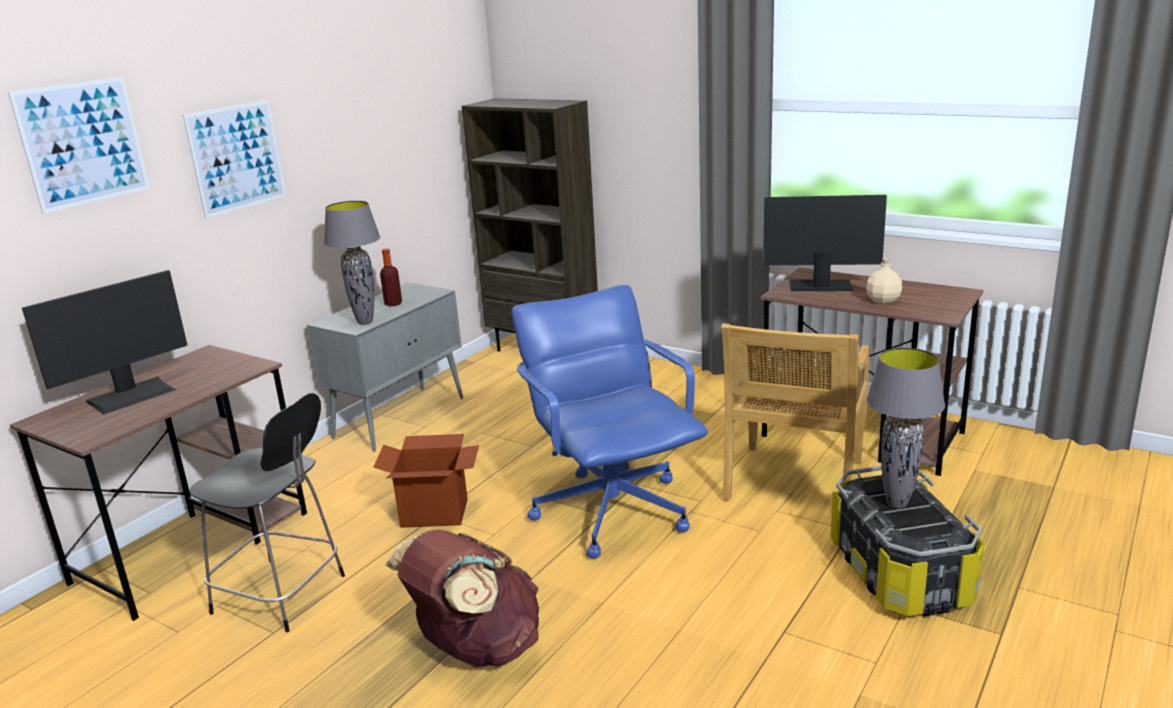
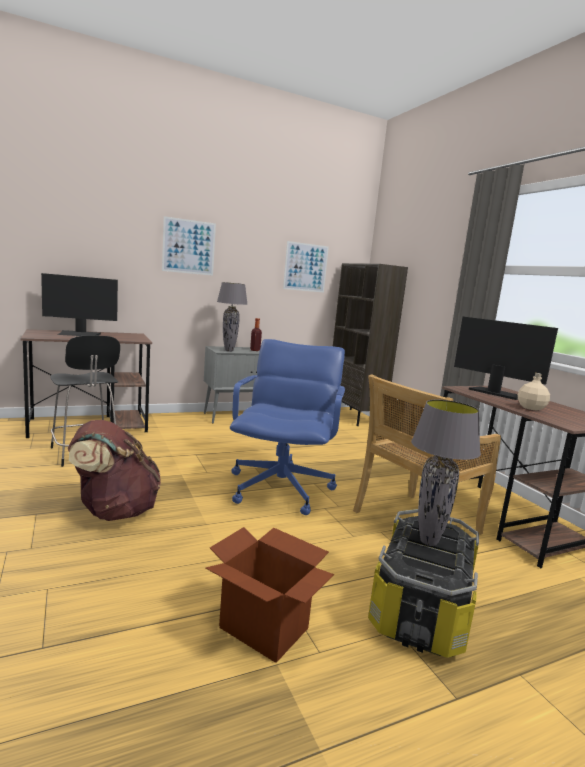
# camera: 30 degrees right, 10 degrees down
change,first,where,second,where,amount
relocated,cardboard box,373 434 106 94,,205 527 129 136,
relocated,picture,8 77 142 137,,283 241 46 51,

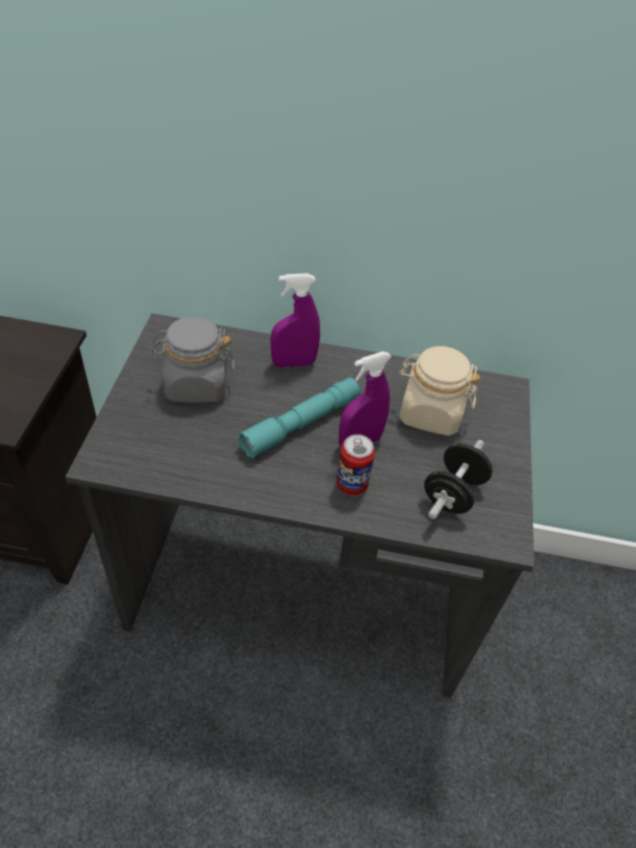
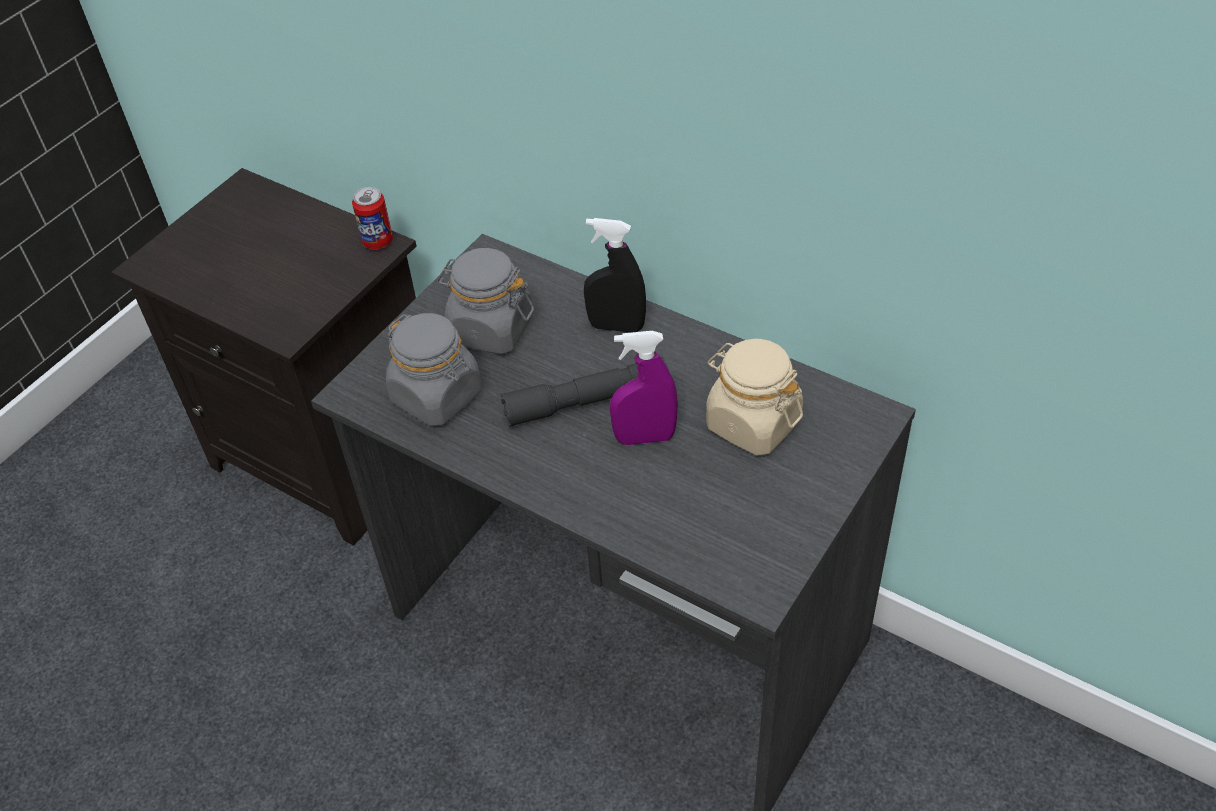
# camera: 30 degrees right, 0 degrees up
change,first,where,second,where,amount
relocated,can,336 434 39 62,,352 187 41 62,
appeared,,,jar/grey,386 313 96 113,
colour,flashlight/turquoise,238 377 122 82,flashlight/grey,500 357 168 70,
colour,spray bottle/purple,270 273 50 95,spray bottle/black,584 218 62 114,
missing,dumbbell/black,424 440 69 79,,,

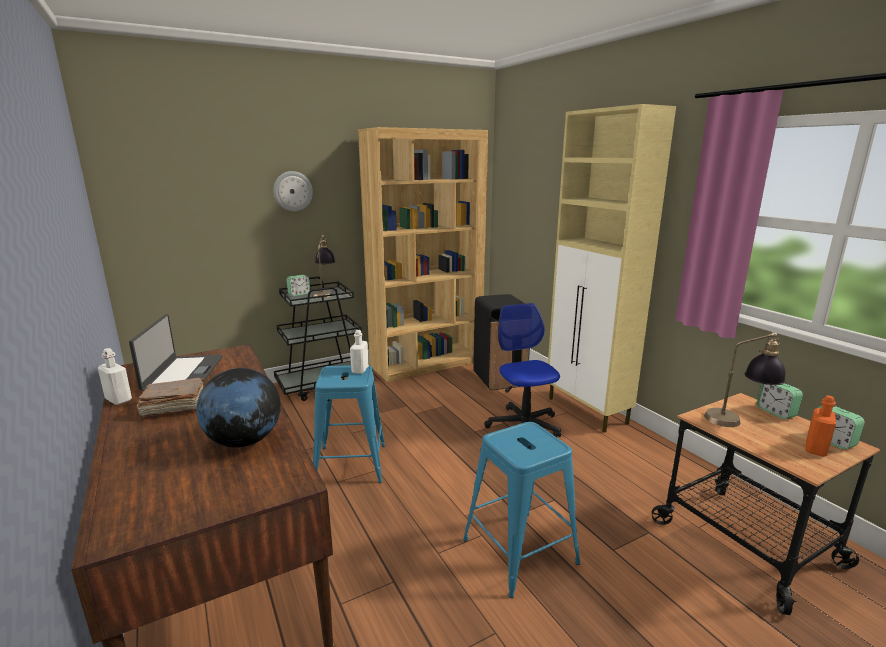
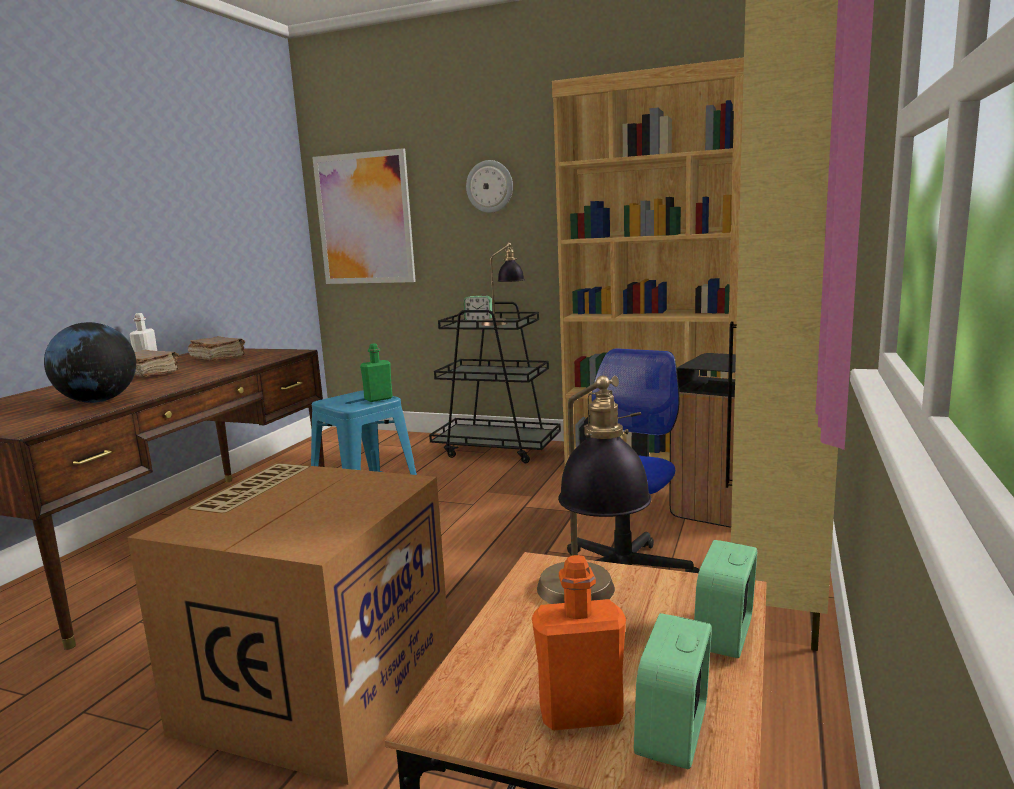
# camera: 50 degrees right, 5 degrees down
change,first,where,second,where,amount
exchanged,stool/blue,463 422 118 176,cardboard box,127 463 323 322,
exchanged,laptop,129 314 94 77,book/brown,188 336 57 25,
appeared,,,picture,312 148 104 136,
colour,bottle/white,350 330 19 44,bottle/green,360 343 33 59,

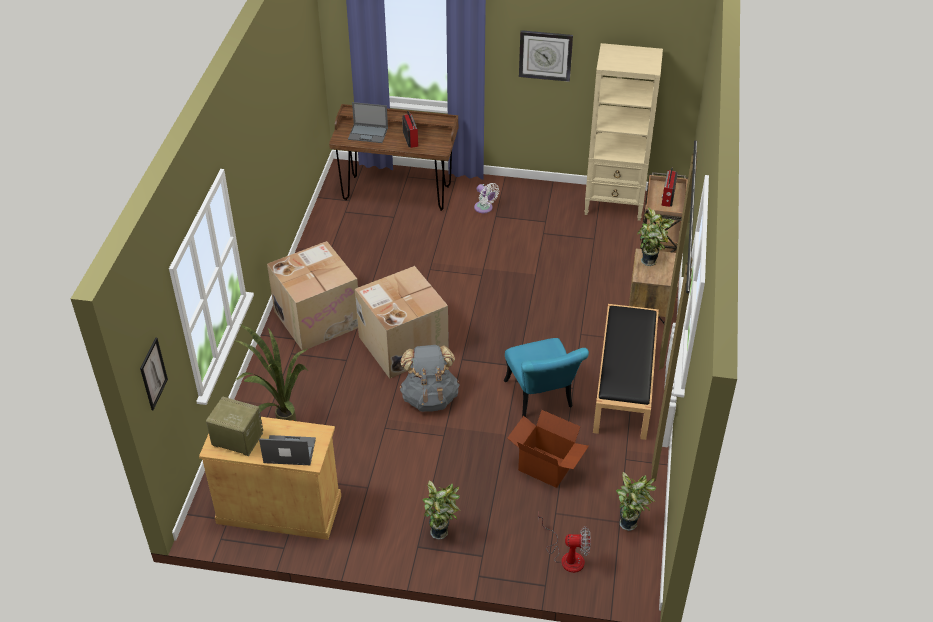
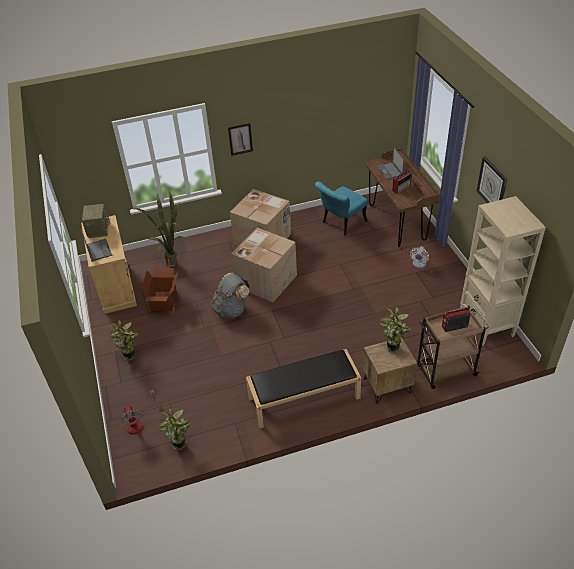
# camera: 65 degrees right, 0 degrees up
change,first,where,second,where,amount
relocated,cardboard box,507 410 82 78,,141 268 37 43,
relocated,picture,140 338 28 72,,228 123 25 33,
relocated,chair/turquoise,504 338 85 79,,315 182 53 54,

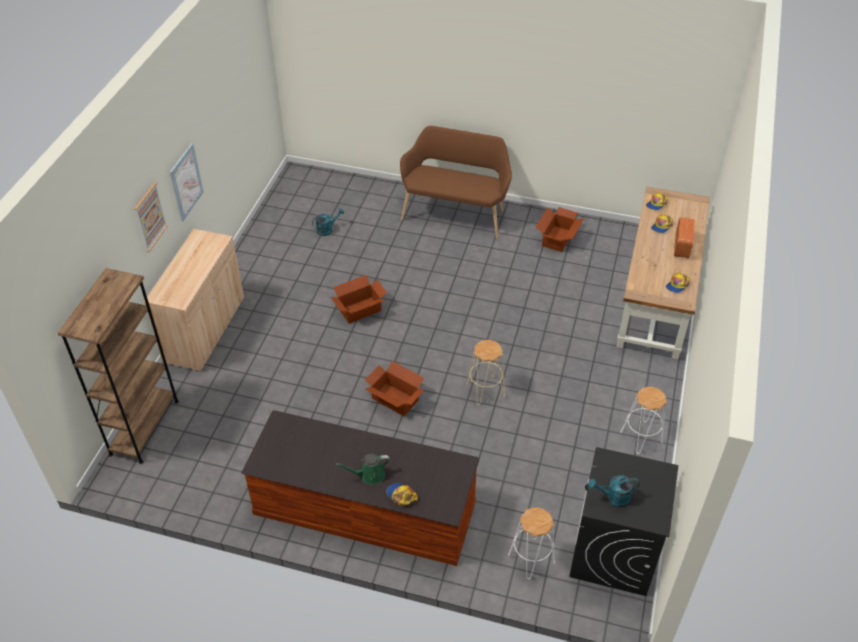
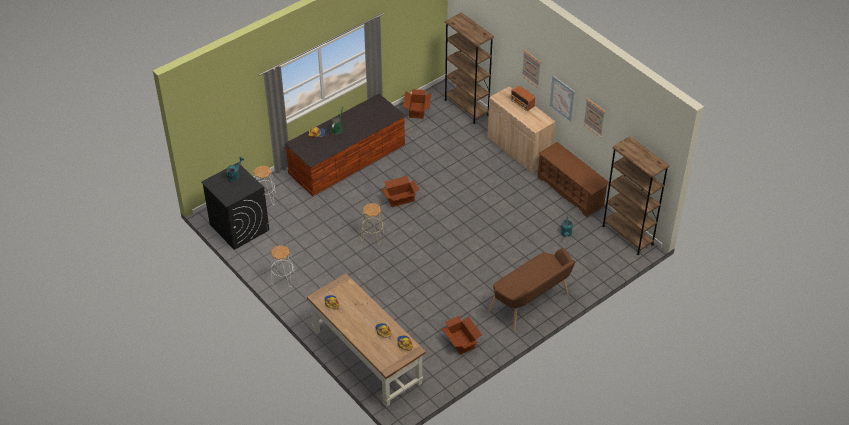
# camera: 125 degrees right, 0 degrees up
change,first,where,second,where,amount
relocated,cardboard box,331 275 56 49,,403 89 29 30,
relocated,radio,674 217 21 41,,511 86 24 25,
appeared,,,shoe rack/brown,538 142 71 76,
appeared,,,picture,583 98 23 40,
appeared,,,bookcase/brown,602 136 68 119,

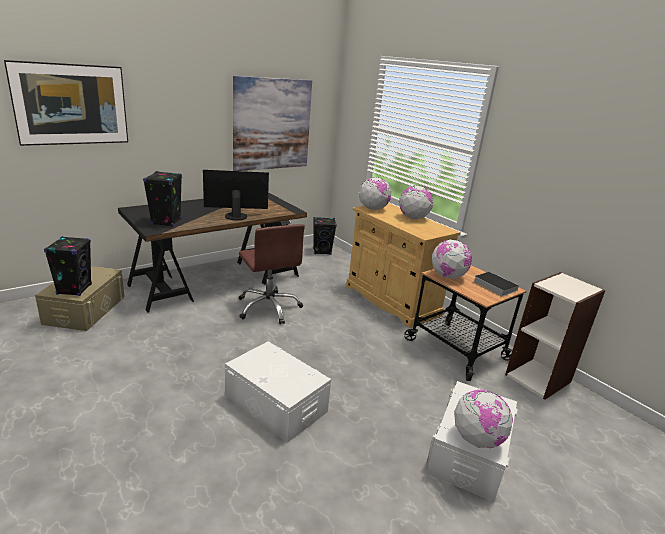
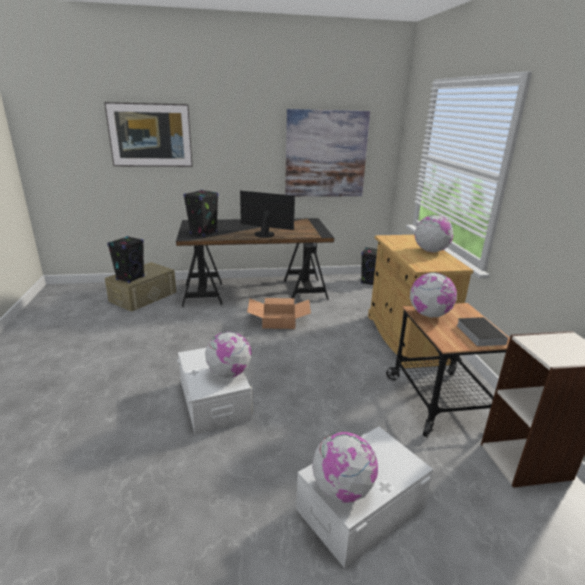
# camera: 30 degrees right, 0 degrees up
change,first,where,second,where,amount
relocated,globe,359 177 32 33,,205 331 46 47,
exchanged,office chair/brown,239 224 66 100,cardboard box,247 298 64 31,

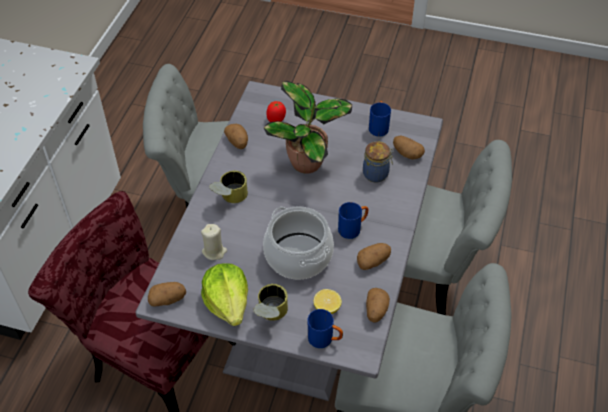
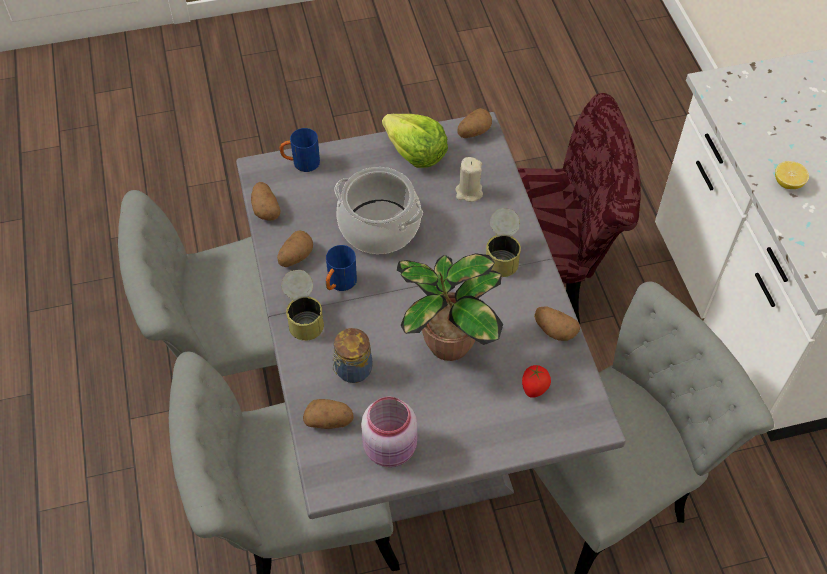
# camera: 150 degrees right, 5 degrees up
change,first,where,second,where,amount
relocated,can,254 284 34 37,,281 270 43 71,
exchanged,mug/blue,369 101 22 36,jar/pink,361 397 56 70,
relocated,lemon,314 289 28 25,,775 161 34 28,

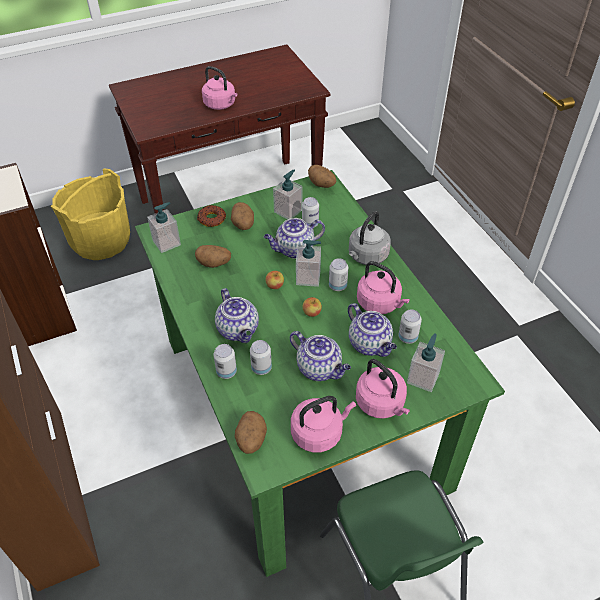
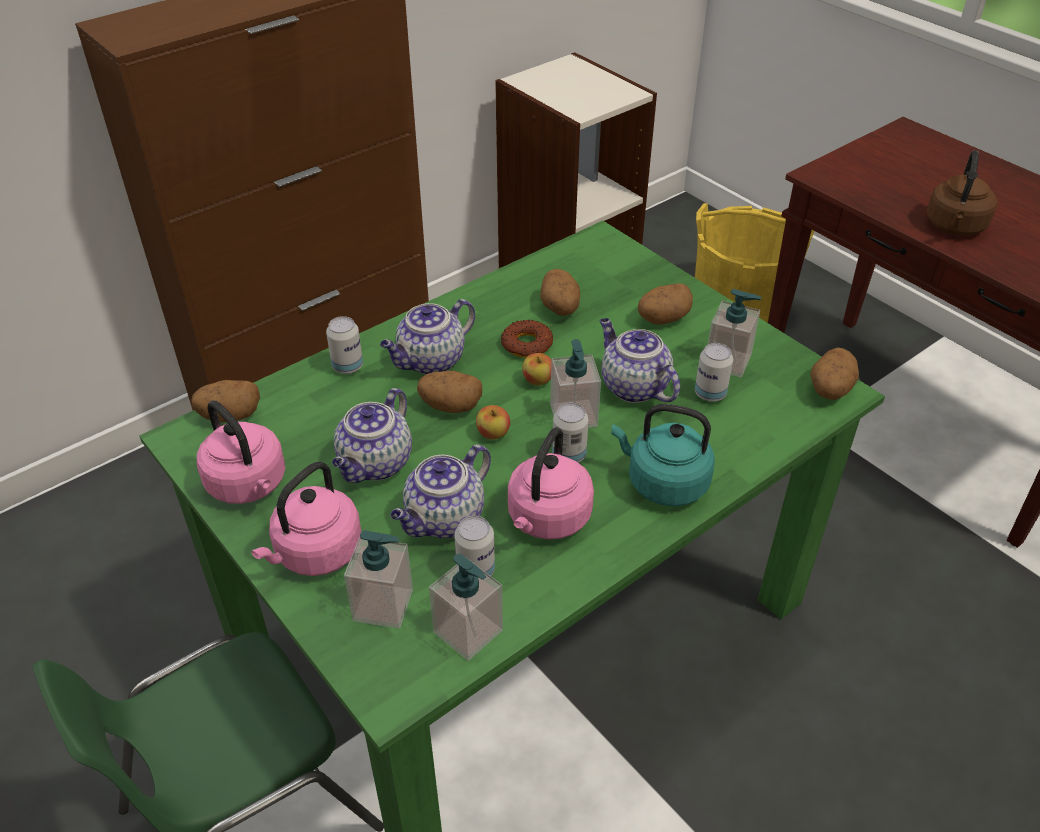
# camera: 75 degrees right, 5 degrees down
change,first,where,second,where,amount
appeared,,,potato,417 371 65 42,
relocated,soap dispenser,147 202 34 51,,429 554 74 107,
relocated,donut,197 205 29 22,,501 320 52 38,
colour,kettle/grey,349 211 42 54,kettle/turquoise,612 404 103 102,
colour,kettle/pink,202 66 35 44,kettle/brown,927 150 70 86,
missing,can,250 340 22 35,,,

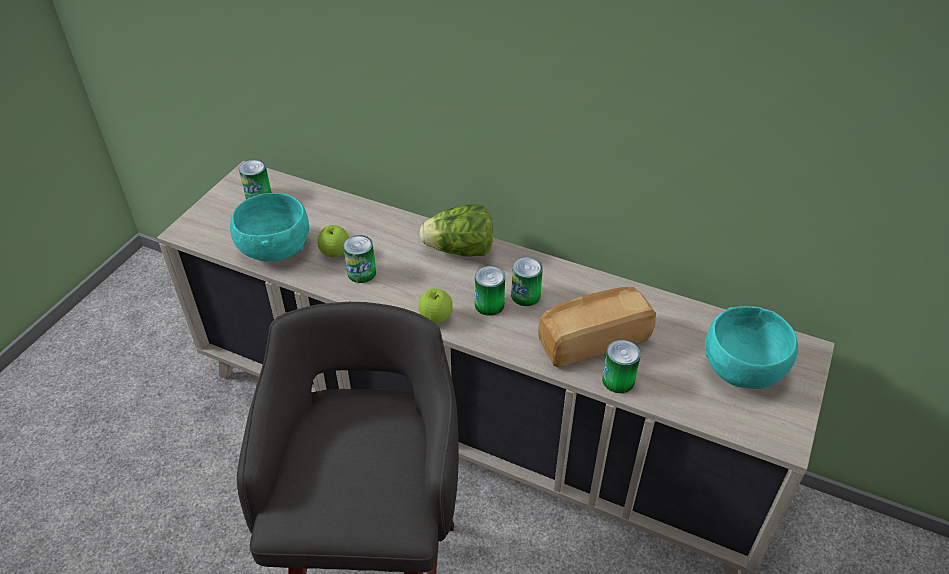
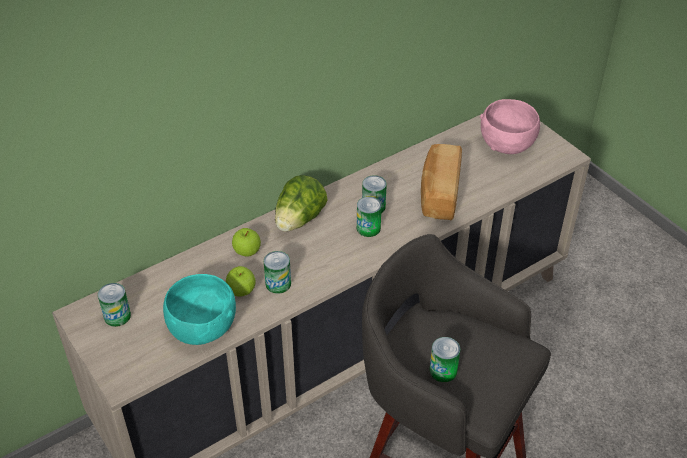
# camera: 60 degrees left, 0 degrees up
change,first,where,second,where,amount
relocated,apple,419 288 34 36,,232 228 29 29,
relocated,can,602 340 39 53,,430 337 30 45,
colour,bowl/turquoise,705 306 93 83,bowl/pink,480 99 60 55,

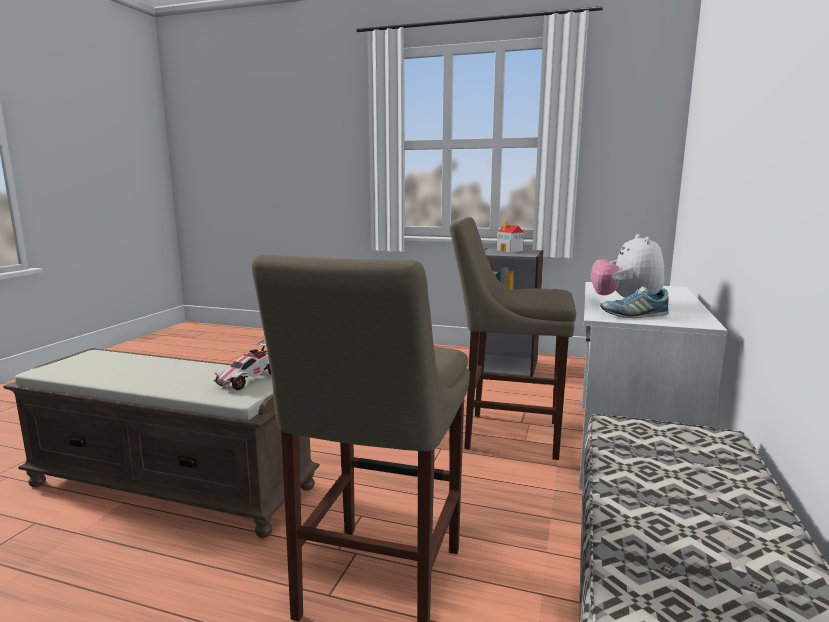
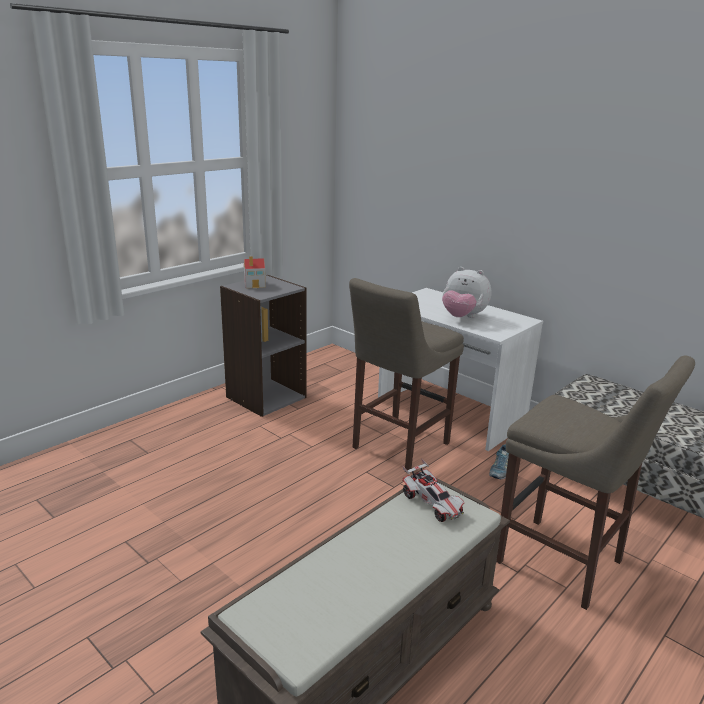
# camera: 65 degrees left, 10 degrees up
change,first,where,second,where,amount
relocated,shoe,600 286 69 32,,489 444 20 35,

